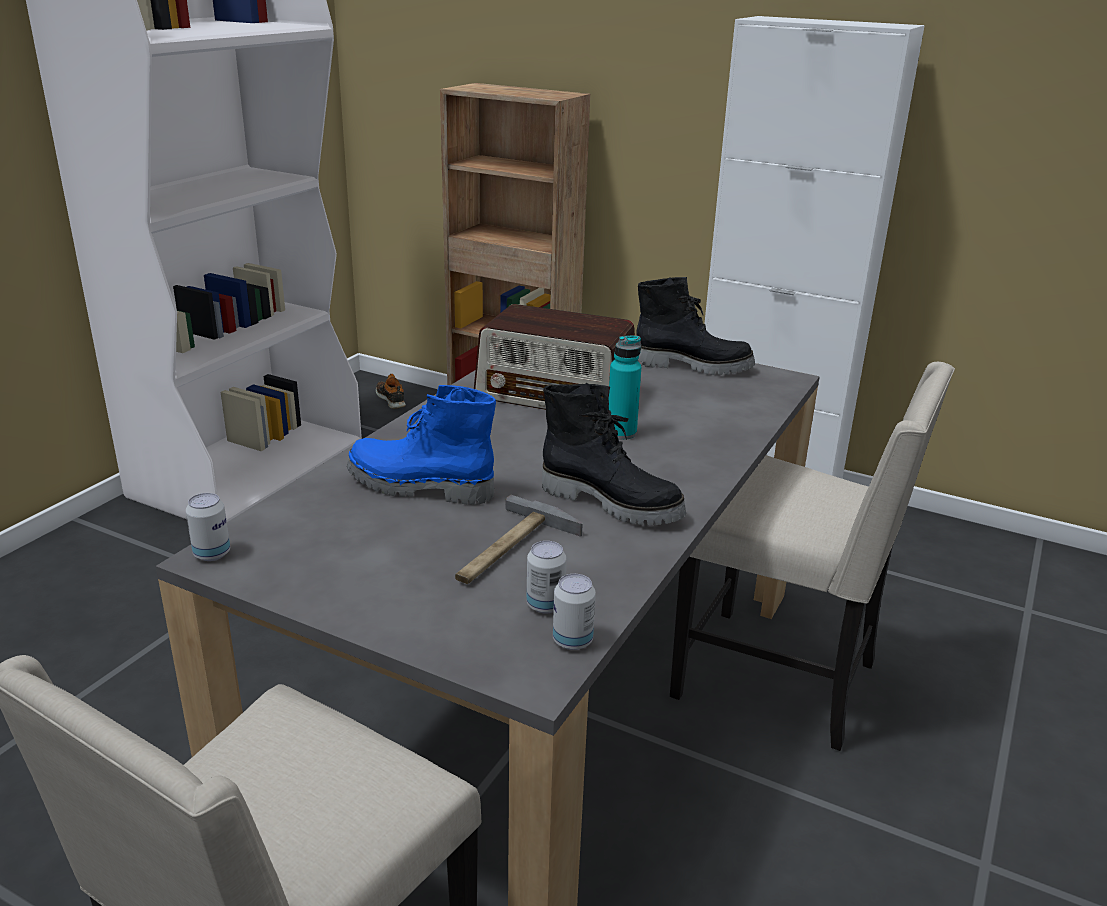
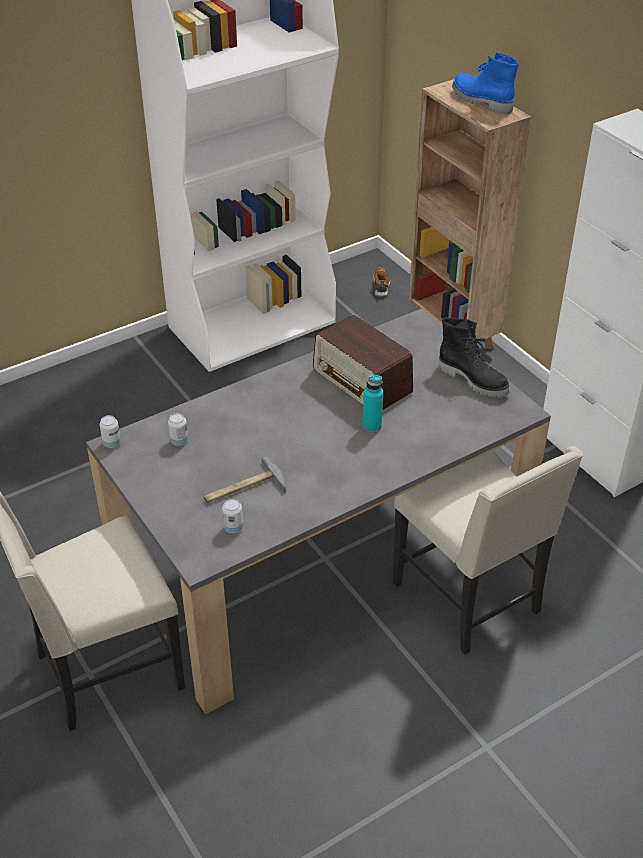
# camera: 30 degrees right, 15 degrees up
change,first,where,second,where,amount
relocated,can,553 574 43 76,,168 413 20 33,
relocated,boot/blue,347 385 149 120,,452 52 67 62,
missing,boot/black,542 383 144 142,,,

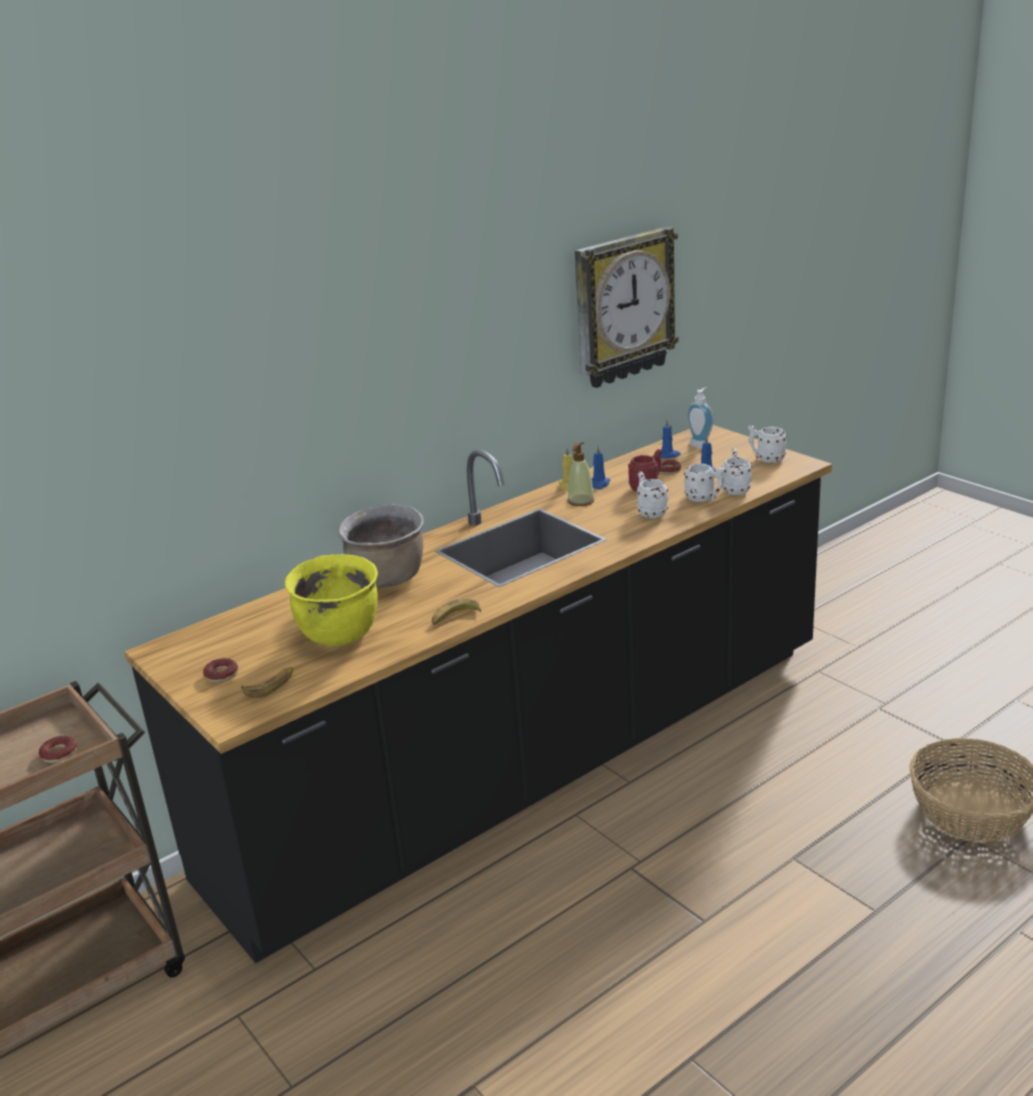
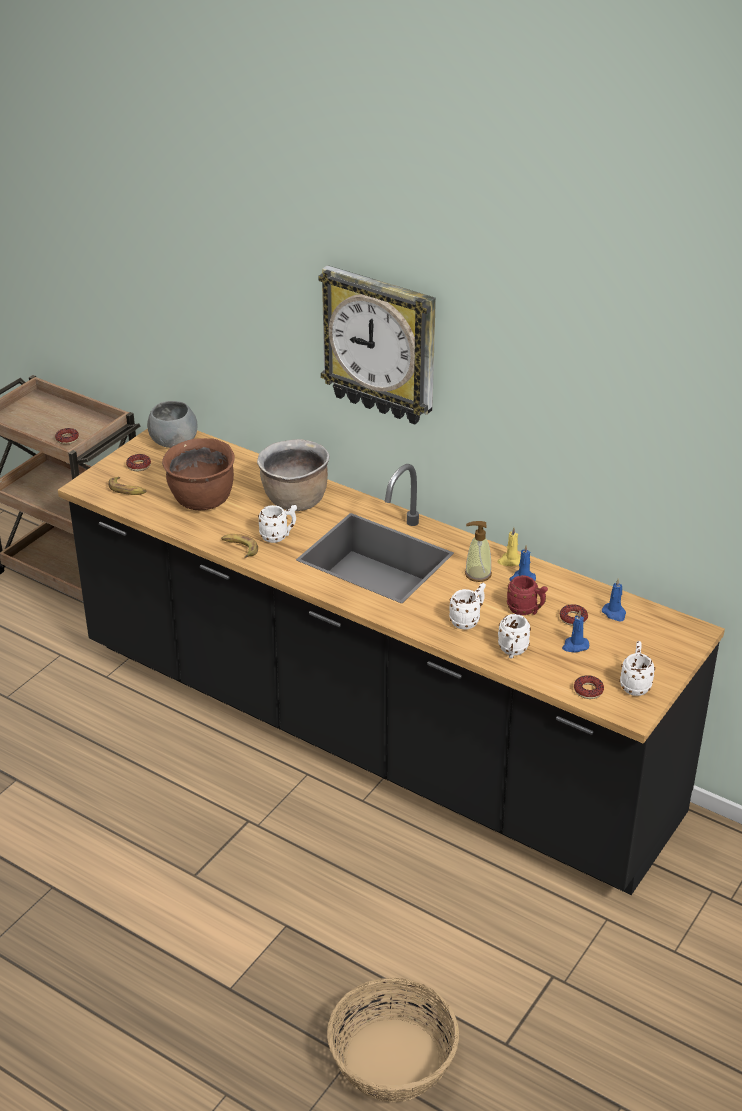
# camera: 70 degrees right, 10 degrees up
change,first,where,second,where,amount
appeared,,,bowl/grey,147 401 51 47,
colour,cooking pot/yellow,285 554 93 92,cooking pot/brown,162 438 72 72,
relocated,mug/white,722 449 30 46,,258 505 39 38,
relocated,wall clock,575 226 104 162,,318 265 118 160,
appeared,,,donut,574 675 30 24,
missing,soap dispenser,687 387 27 61,,,

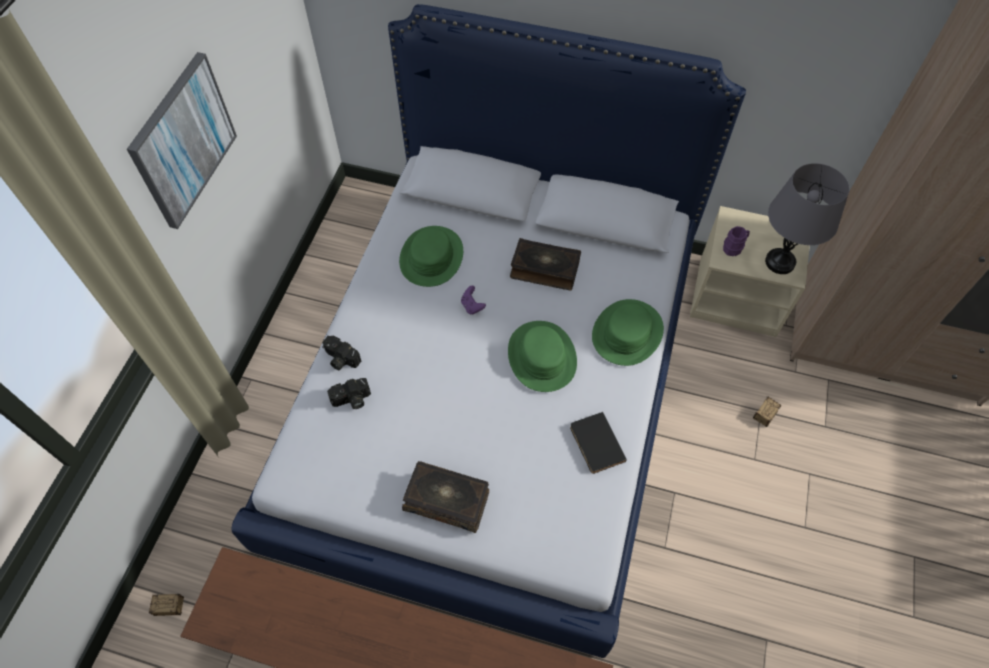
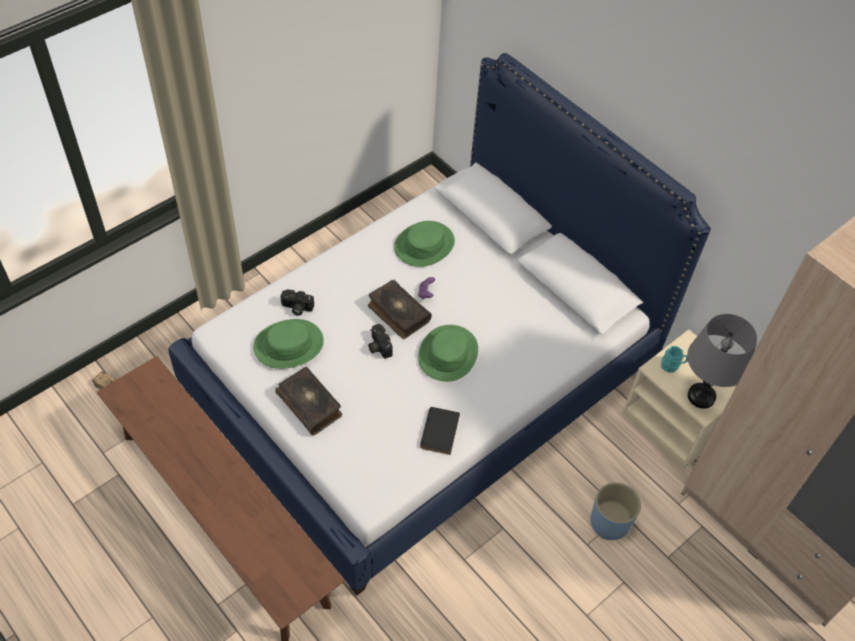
# camera: 30 degrees right, 5 degrees down
change,first,where,second,where,amount
relocated,hat/green,592 299 72 67,,253 319 71 50,
relocated,book,510 238 71 52,,368 279 64 60,
relocated,photo camera,322 336 39 34,,368 324 25 35,
exchanged,storage box,753 397 28 30,planter/blue,590 482 51 58,
colour,mug/purple,723 226 27 30,mug/turquoise,661 346 27 27,
missing,picture,127 52 110 177,,,

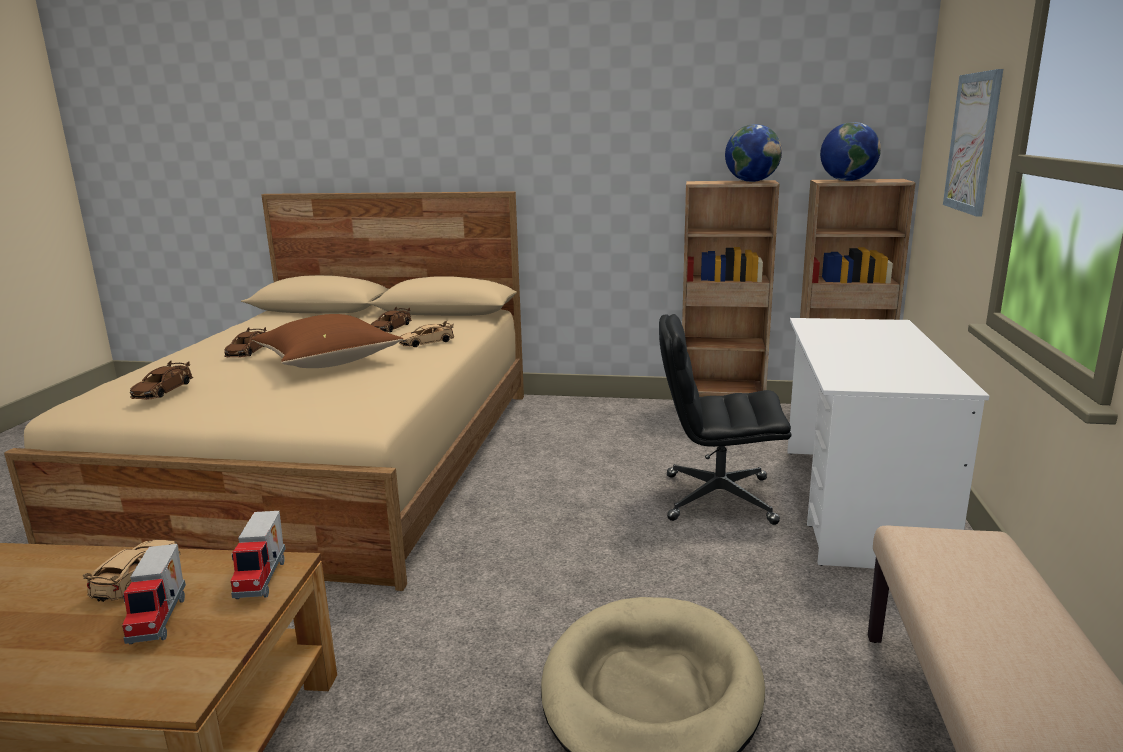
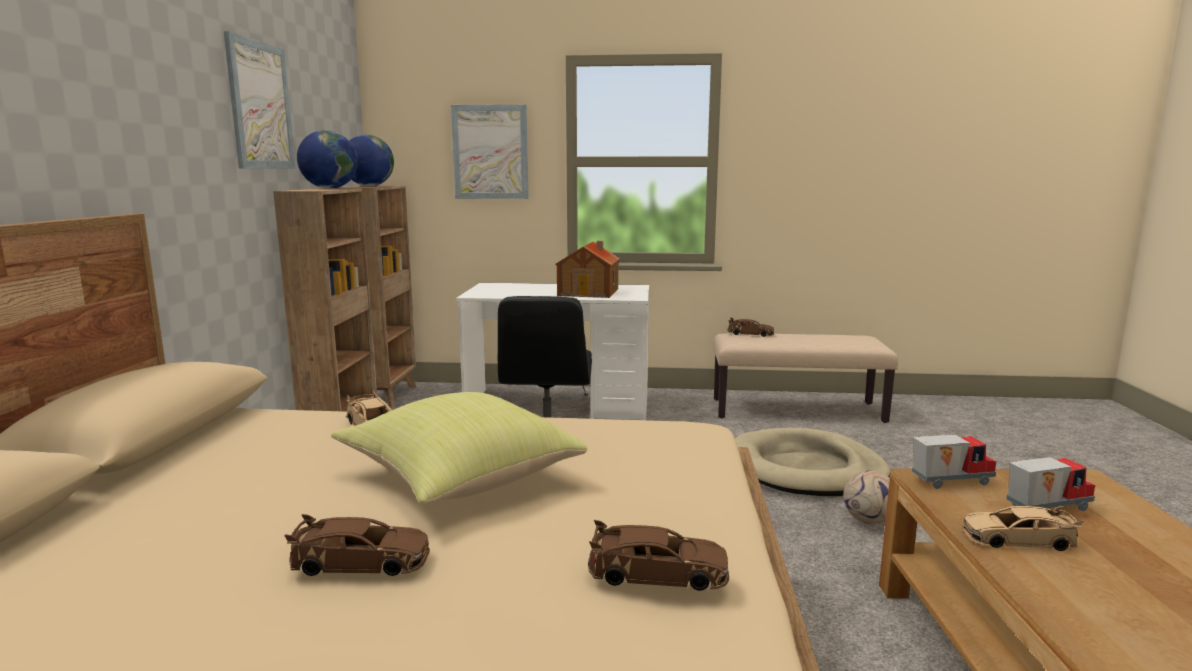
# camera: 95 degrees left, 5 degrees down
change,first,where,second,where,amount
appeared,,,picture,224 31 71 137,
colour,pillow/brown,252 314 151 54,pillow/yellow,331 392 257 113,
appeared,,,toy house,556 241 64 57,
relocated,toy car/brown,370 307 42 25,,727 318 47 19,
appeared,,,football,843 471 47 53,

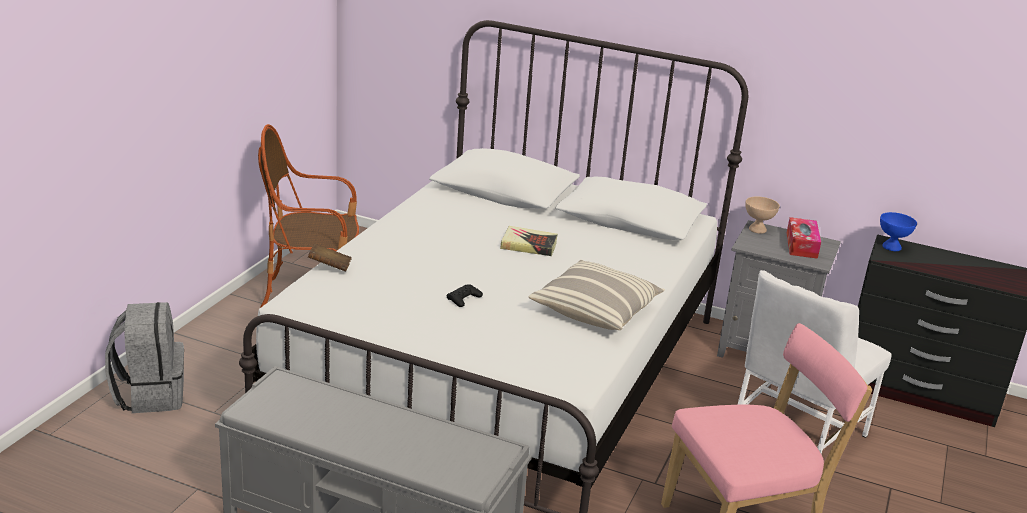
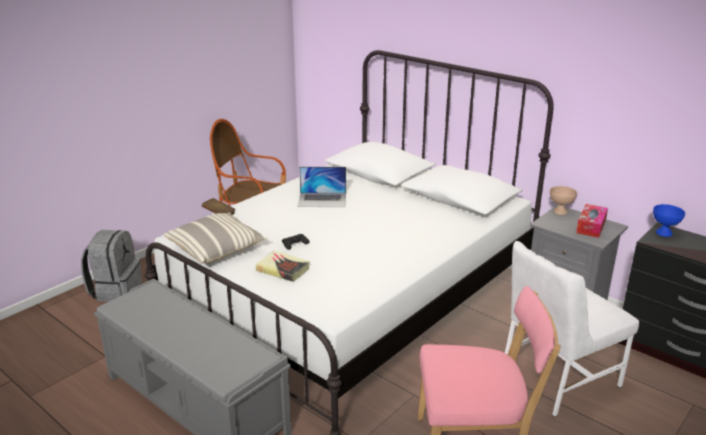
# camera: 20 degrees right, 0 degrees up
change,first,where,second,where,amount
relocated,pillow,529 260 136 70,,164 212 103 52,
relocated,book,500 226 58 30,,256 251 54 31,
appeared,,,laptop,298 167 48 40,

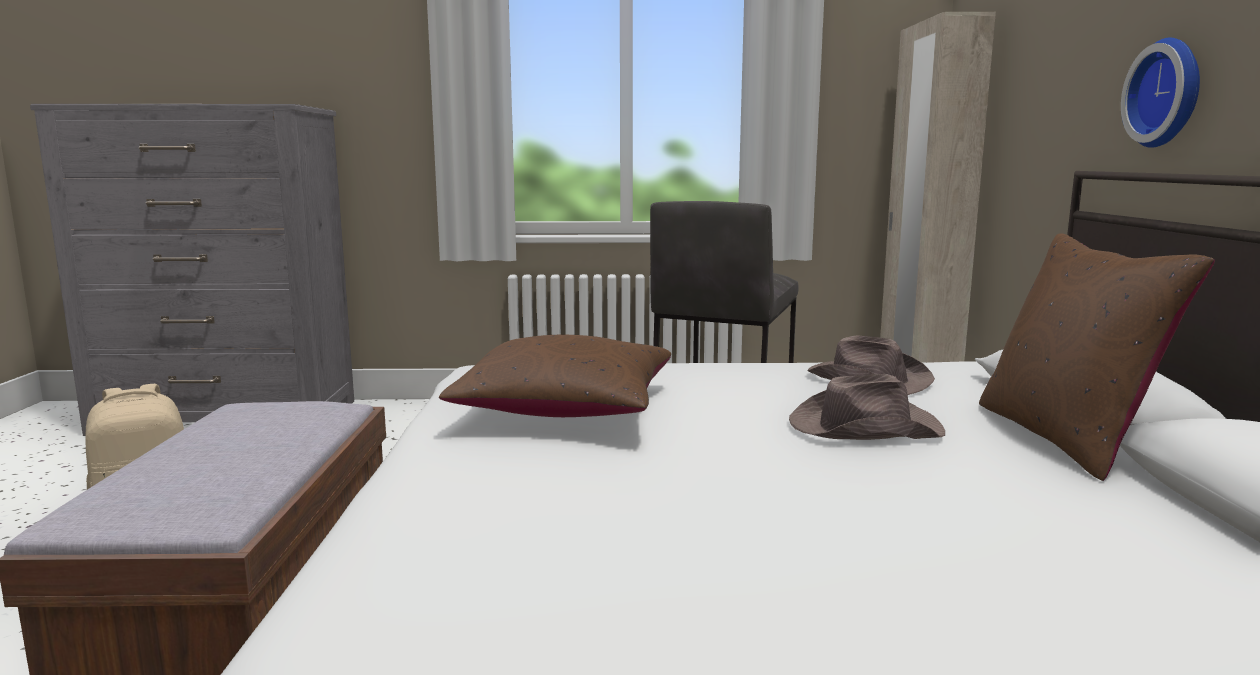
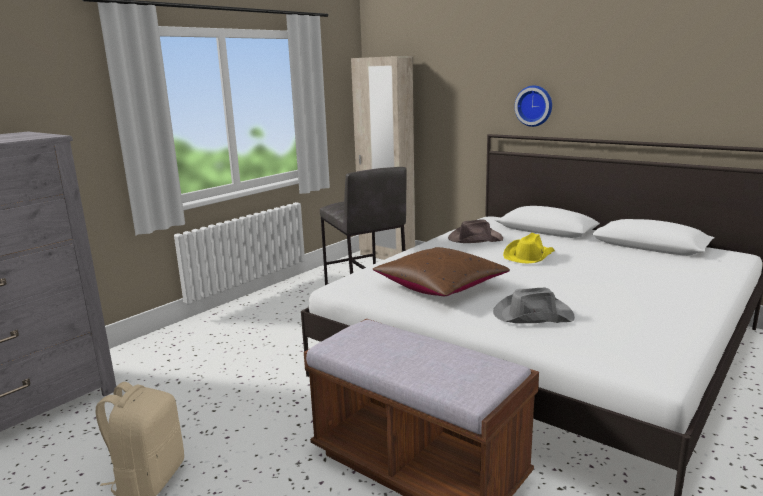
# camera: 50 degrees left, 5 degrees up
change,first,where,second,where,amount
appeared,,,hat/grey,493 287 82 36,
colour,hat/brown,789 374 156 66,hat/yellow,503 233 52 30,
missing,pillow/brown,979 233 236 248,,,

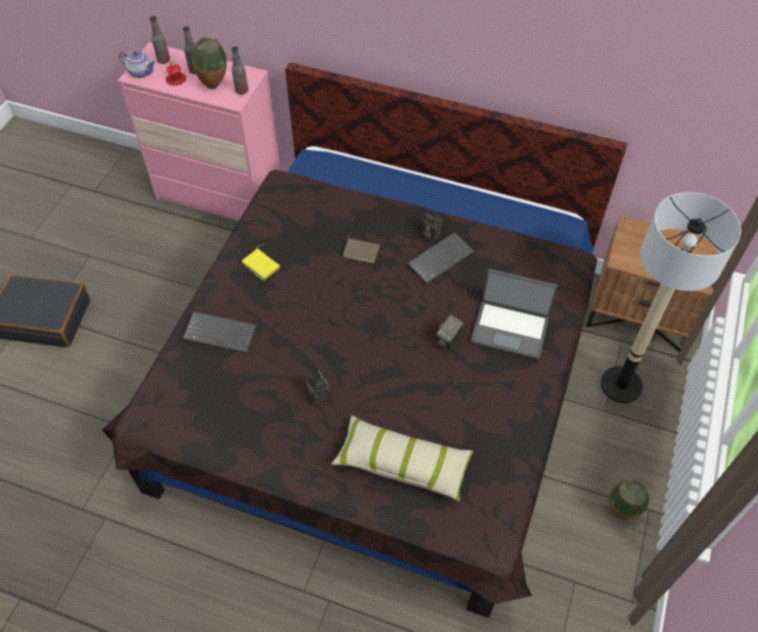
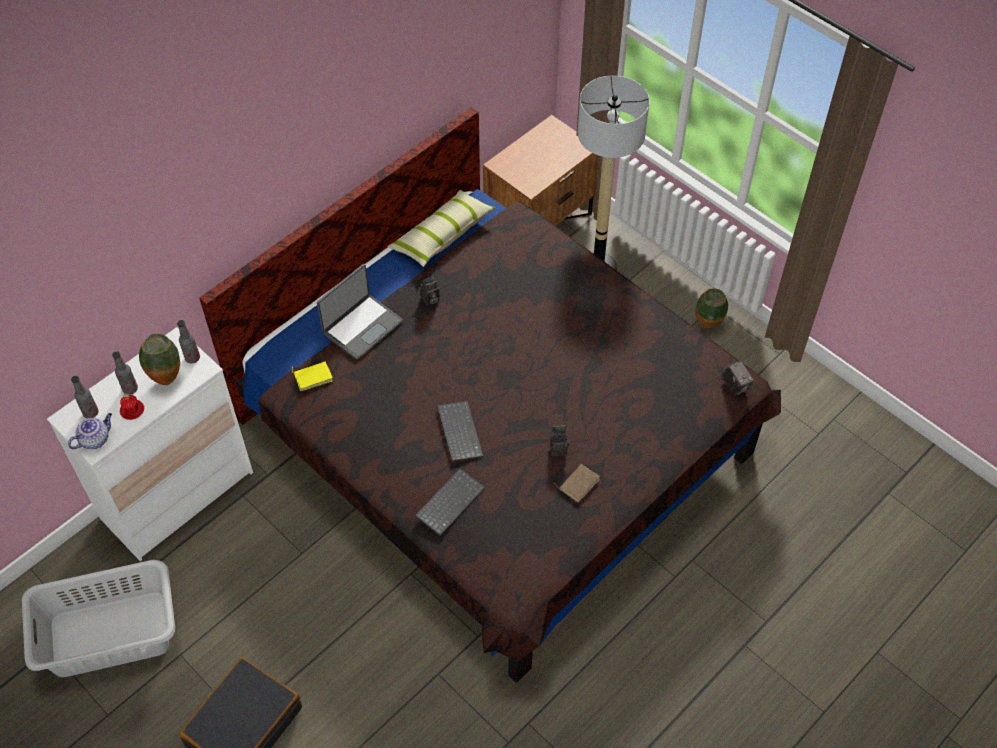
# camera: 65 degrees left, 0 degrees up
change,first,where,second,where,amount
appeared,,,laundry basket/grey,22 560 153 117,
colour,dresser/pink,118 42 163 179,dresser/white,47 327 206 234,
relocated,book/yellow,242 245 38 36,,292 361 41 30,
relocated,laptop,471 269 87 90,,317 264 86 96,
relocated,pillow,331 416 142 86,,387 190 109 77,
relocated,keyboard,407 232 67 52,,437 401 46 61,
relocated,book/brown,342 234 38 29,,554 464 46 39,
relocated,photo camera,436 314 28 36,,721 361 33 35,

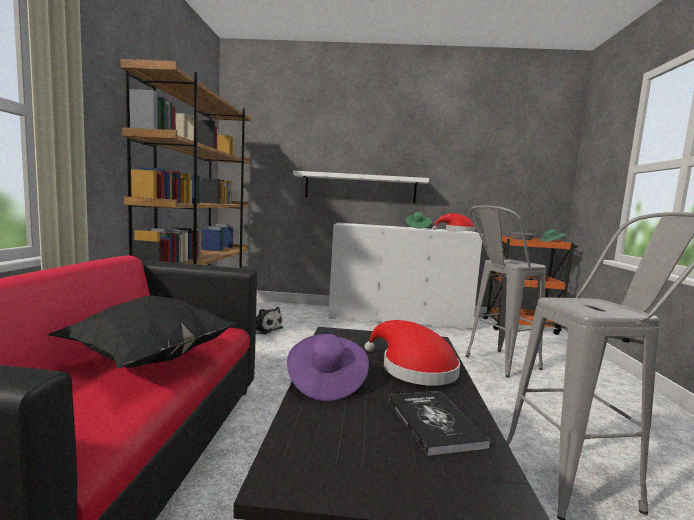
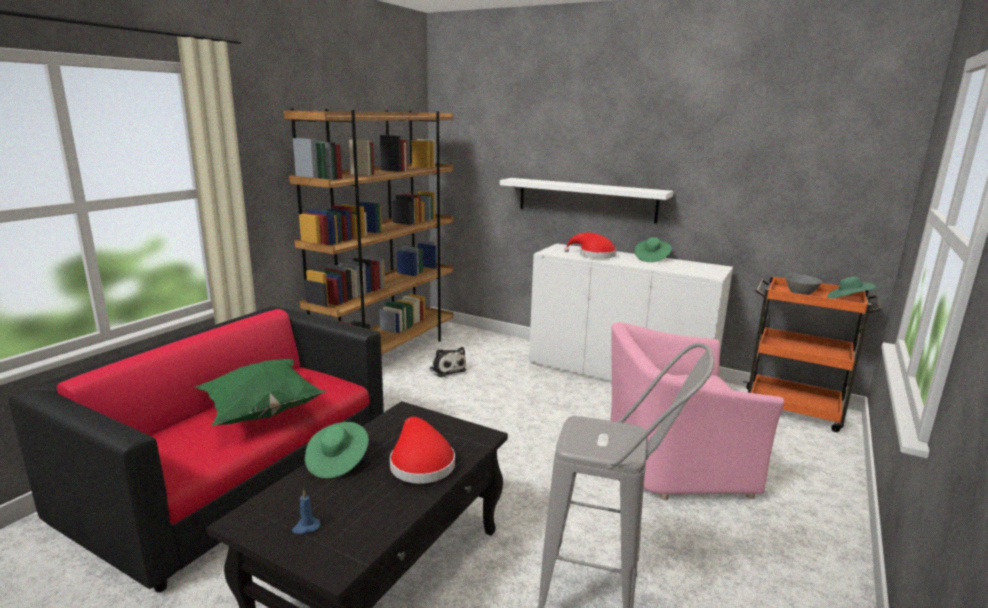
# camera: 25 degrees right, 10 degrees up
change,first,where,second,where,amount
colour,pillow/black,47 295 190 74,pillow/green,195 359 132 67,
appeared,,,candle/blue,292 490 28 44,
colour,hat/purple,287 334 82 67,hat/green,305 422 64 56,
relocated,hat/red,432 213 43 18,,564 233 52 25,
exchanged,stool/grey,466 205 80 172,armchair/pink,610 322 174 178,
missing,book,388 391 102 65,,,

